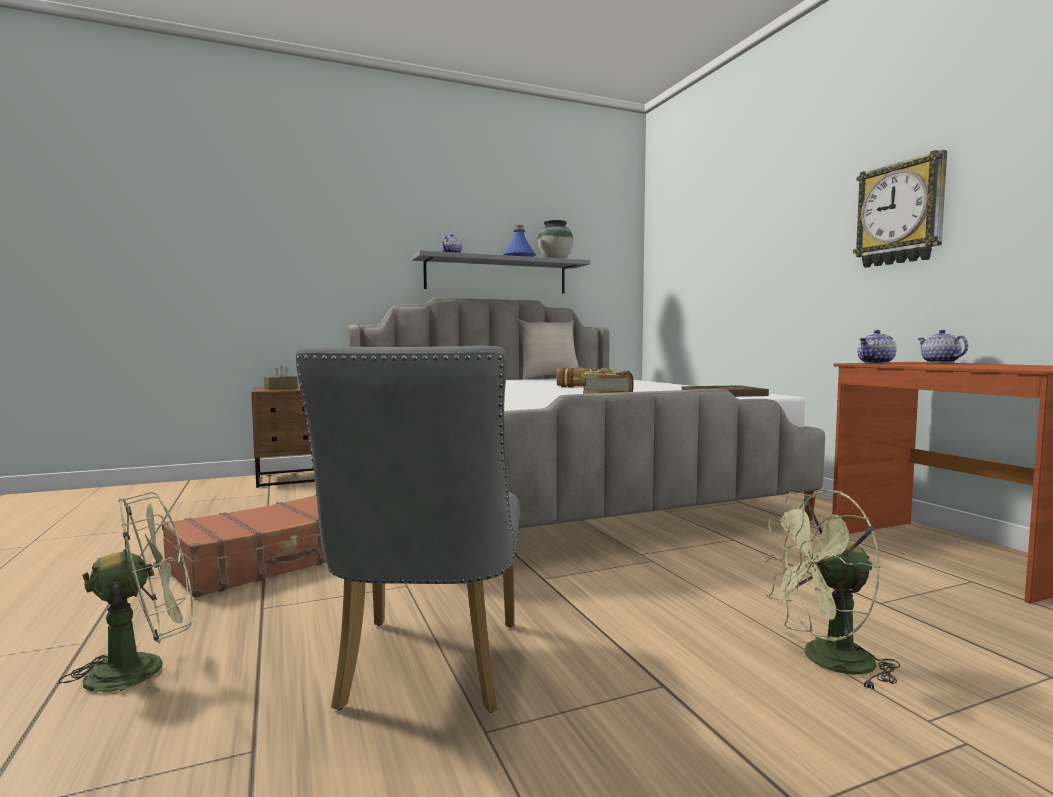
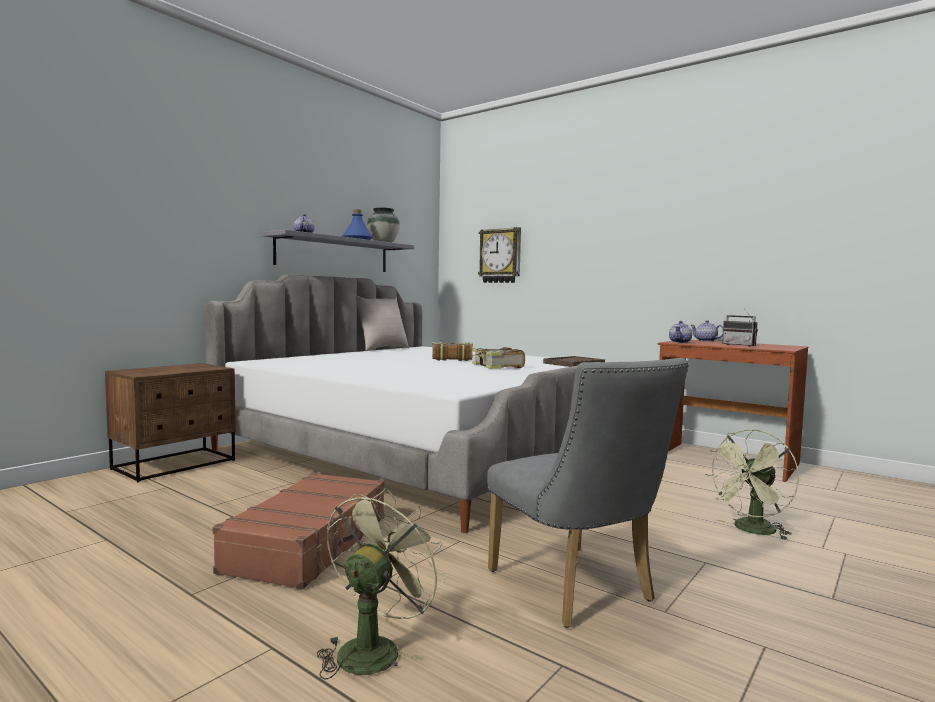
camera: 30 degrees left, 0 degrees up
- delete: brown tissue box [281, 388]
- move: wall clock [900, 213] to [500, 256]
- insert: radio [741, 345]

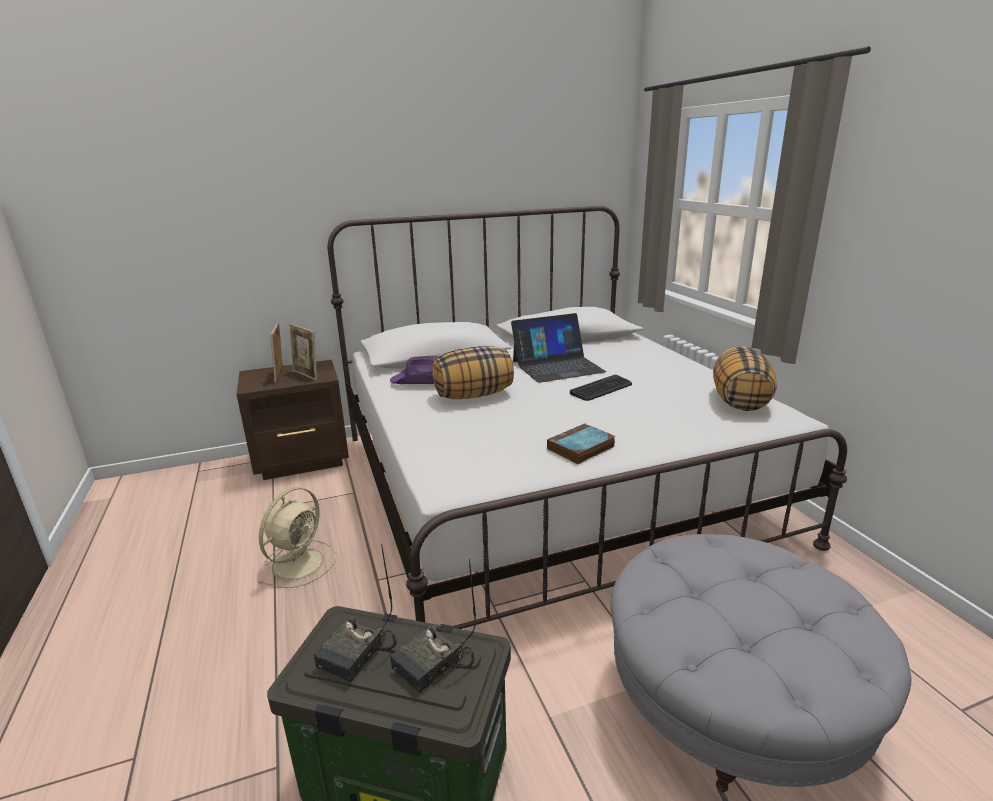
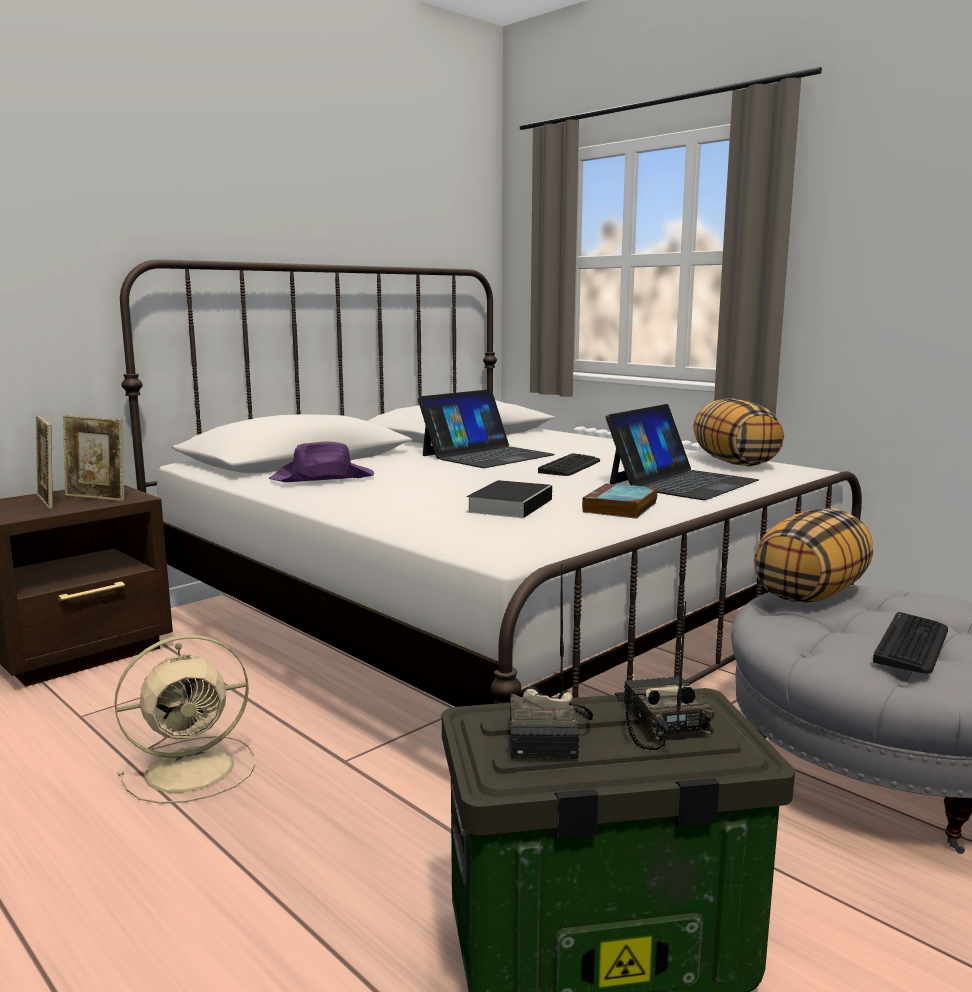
camera: 25 degrees left, 10 degrees down
- rotate: beige fan [299, 562] = [194, 768] 60 degrees clockwise
- rotate: radio [433, 665] = [661, 723] 150 degrees clockwise
- move: pillow [474, 395] to [810, 594]
- insert: book [510, 505]
- insert: laptop [682, 482]
- insert: keyboard [912, 644]

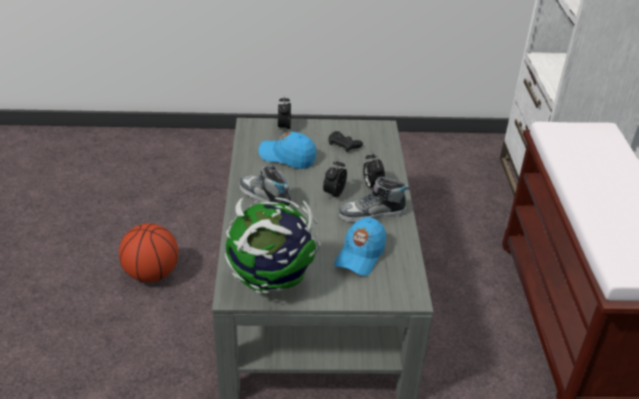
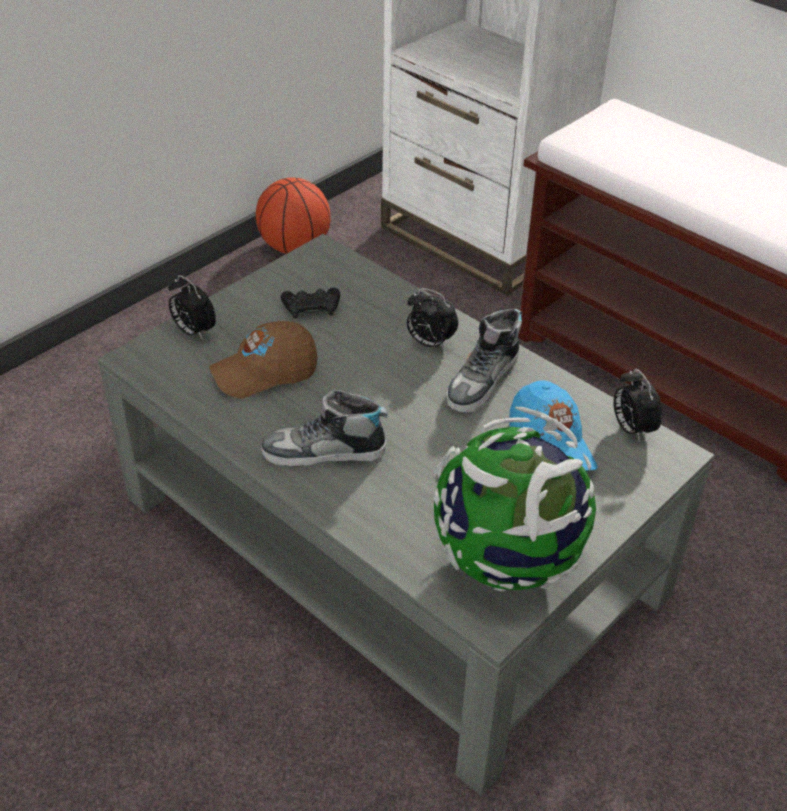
camera: 45 degrees left, 5 degrees up
- move: basketball [151, 274] to [294, 248]
- recolor: blue cap [287, 157] to brown cap [265, 372]
- move: alarm clock [334, 193] to [631, 429]

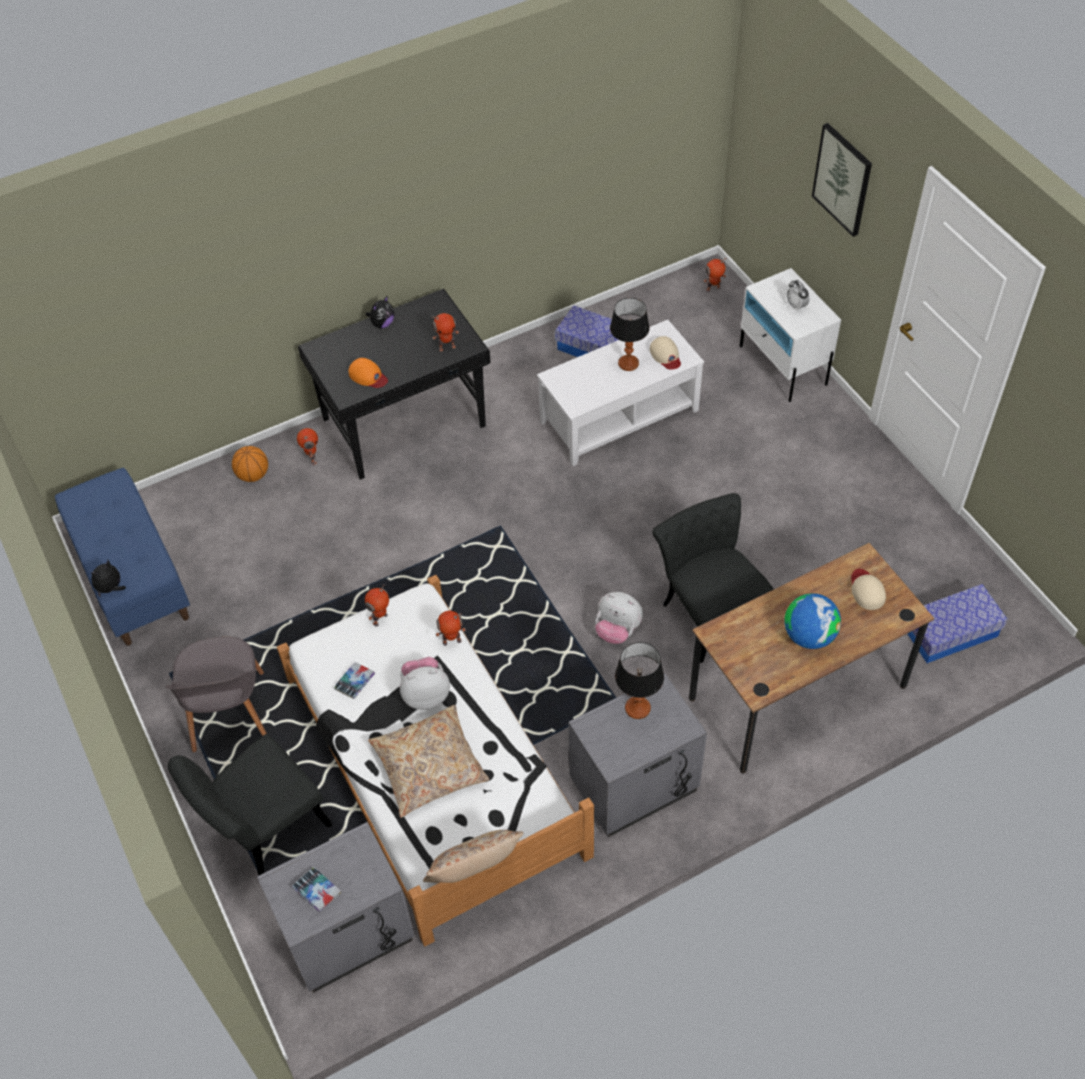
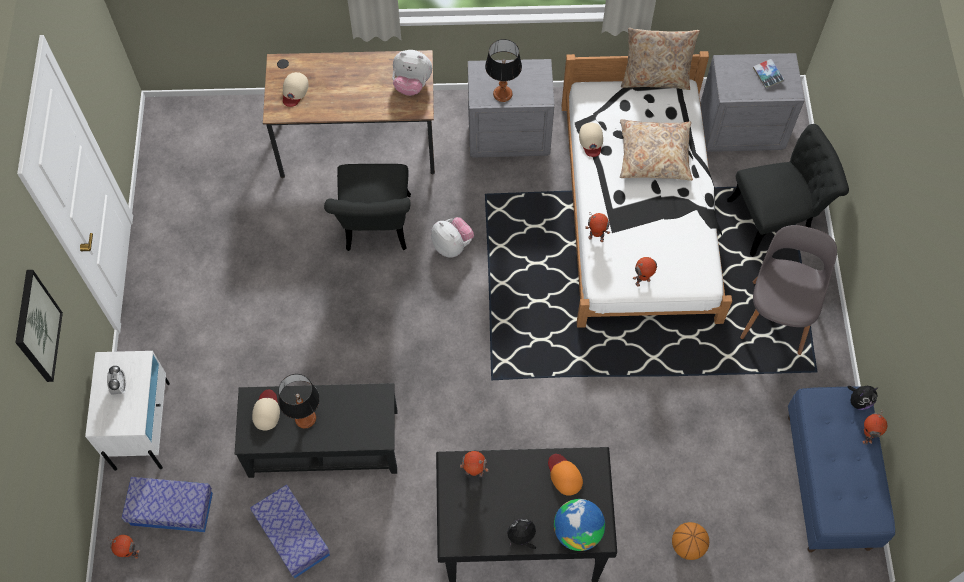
camera: 155 degrees left, 10 degrees up
- move: toy robot [312, 458] to [866, 436]
- delete: book [355, 682]
- move: plush toy [425, 694] to [412, 84]
- recolor: white coffee table [619, 416] to black coffee table [323, 443]
- move: globe [809, 636] to [577, 531]
- move: storage box [950, 632] to [171, 509]
- insert: beige cap [591, 140]

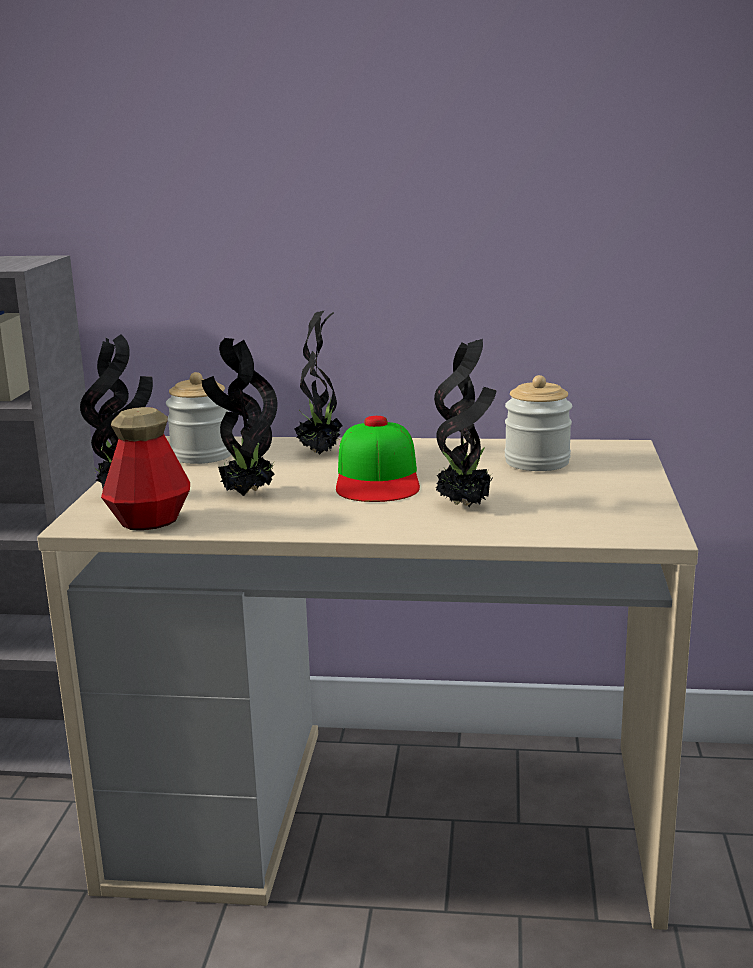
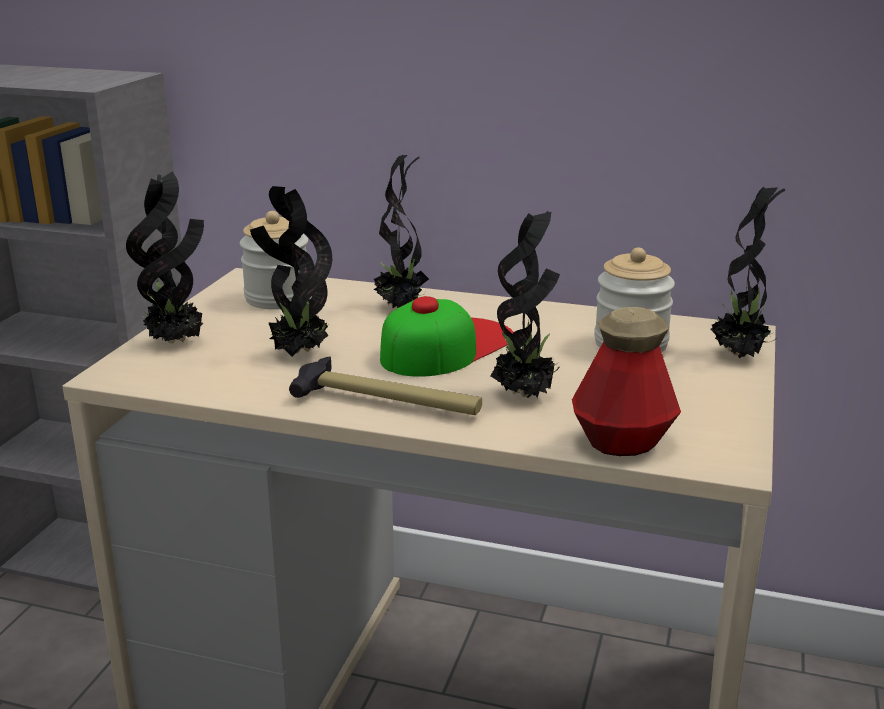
camera: 10 degrees right, 5 degrees up
- move: bottle [149, 521] to [622, 442]
- rotate: cap [378, 477] = [446, 346] 150 degrees counterclockwise
- insert: hammer [388, 402]
- insert: potted plant [739, 355]

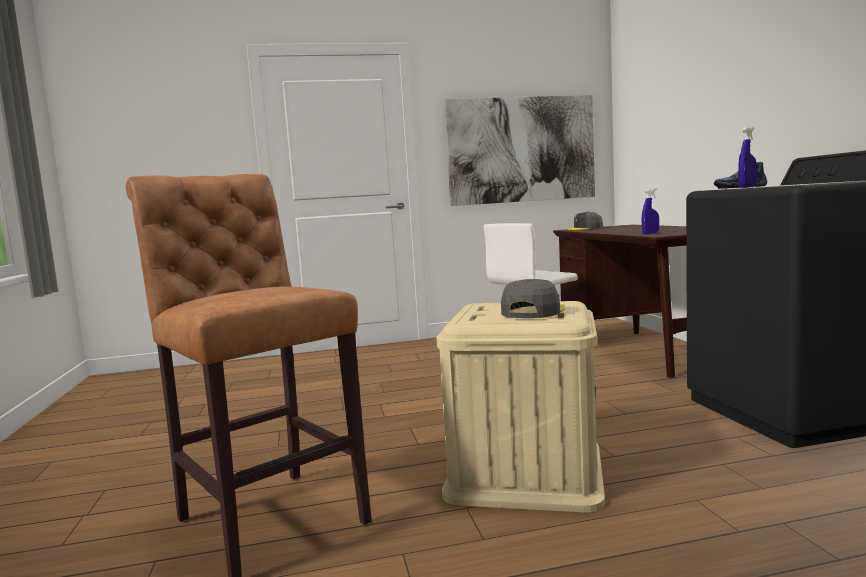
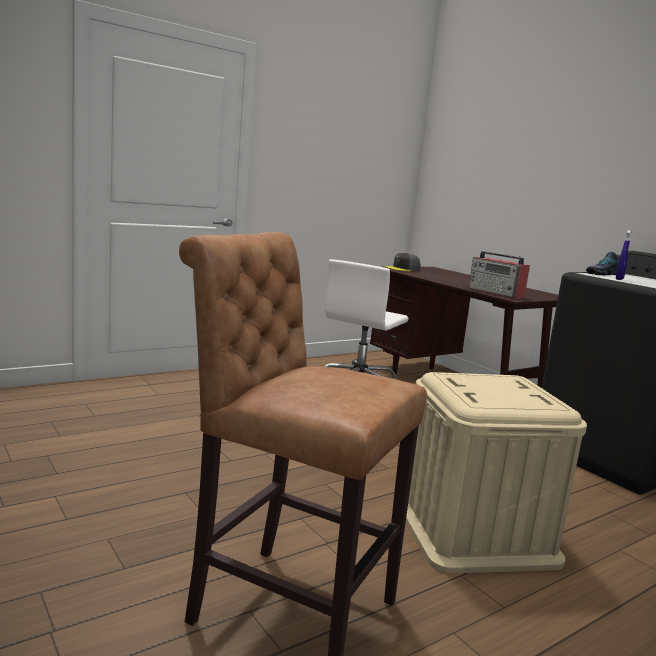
camera: 25 degrees left, 5 degrees up
- delete: picture [521, 150]
- delete: grey cap [532, 311]
- replace: blue spray bottle [650, 233] to radio [496, 293]

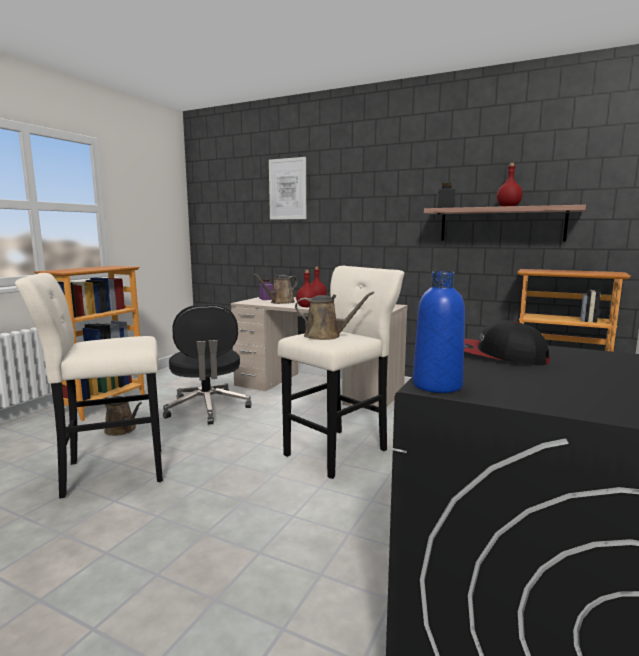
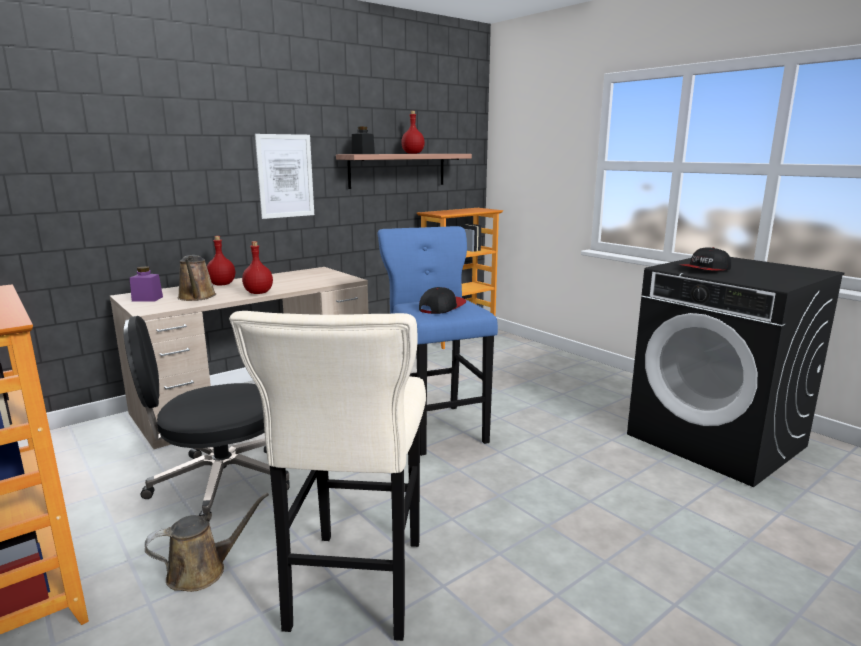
camera: 65 degrees left, 5 degrees up
- rotate: black office chair [207, 408] = [218, 483] 150 degrees clockwise
- move: picture [287, 189] to [285, 176]
- recolor: beige stool [339, 451] to blue stool [437, 427]
- replace: brown watering can [326, 336] to cap [442, 307]
- delete: blue bottle [437, 385]

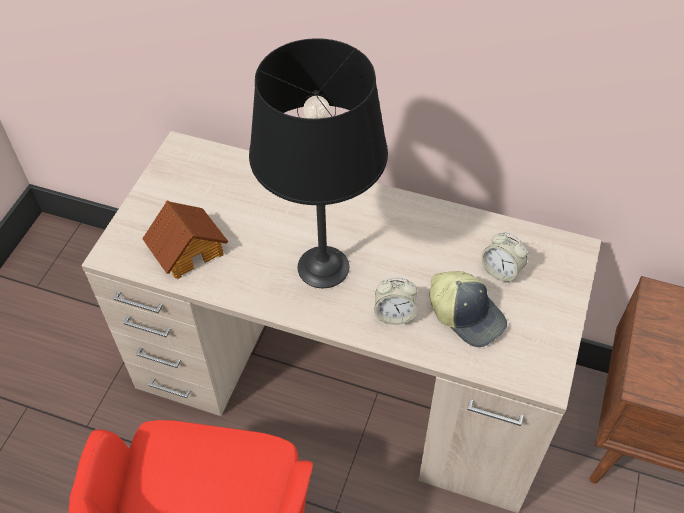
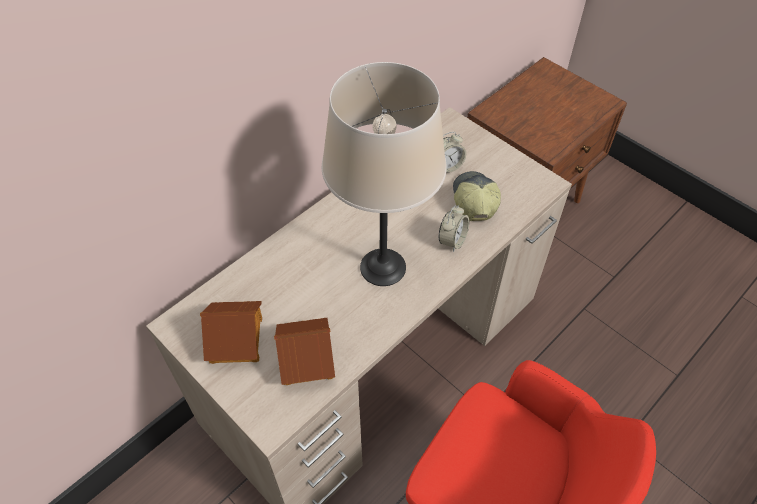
camera: 65 degrees left, 0 degrees up
- recolor: black table lamp [324, 267] to beige table lamp [383, 267]
- rotate: cap [466, 314] = [474, 200] 75 degrees counterclockwise
- insert: toy house [237, 339]

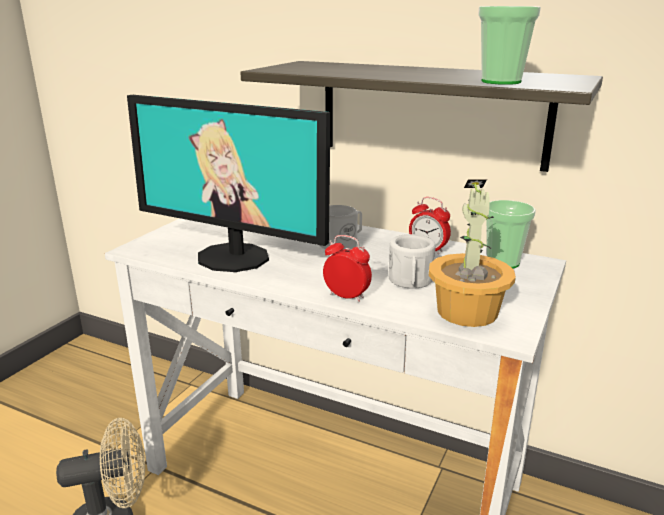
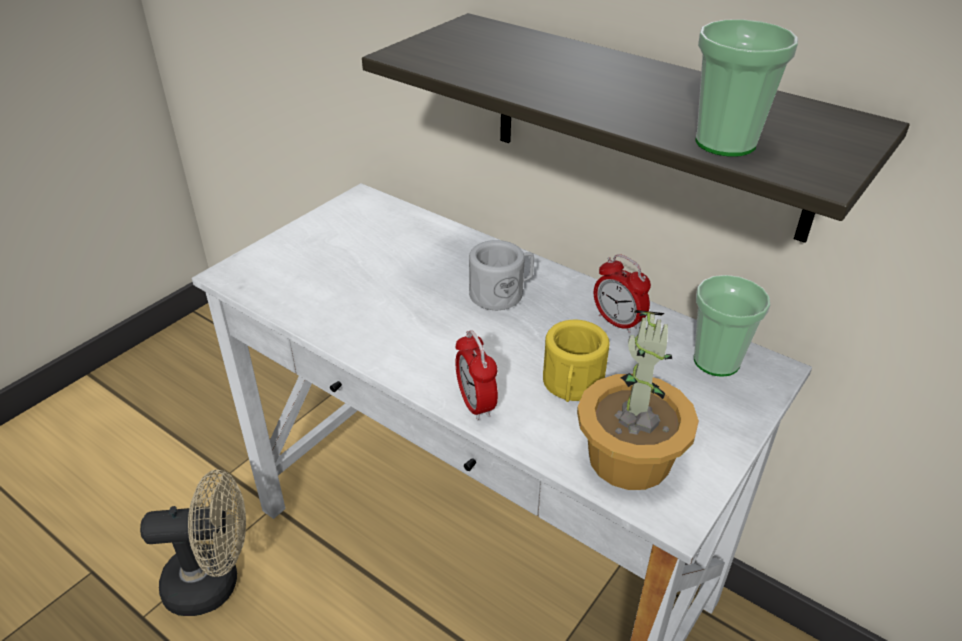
camera: 10 degrees right, 15 degrees up
- delete: monitor [234, 257]
- rotate: alarm clock [346, 296] = [475, 404] 150 degrees counterclockwise
- recolor: white mug [410, 282] to yellow mug [571, 386]

